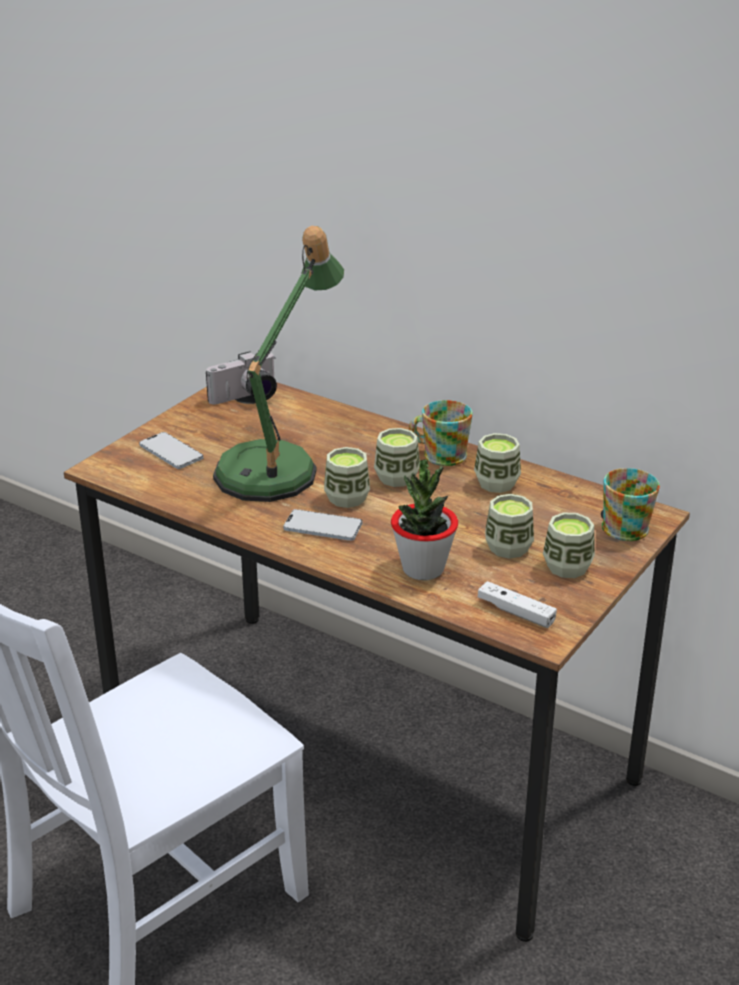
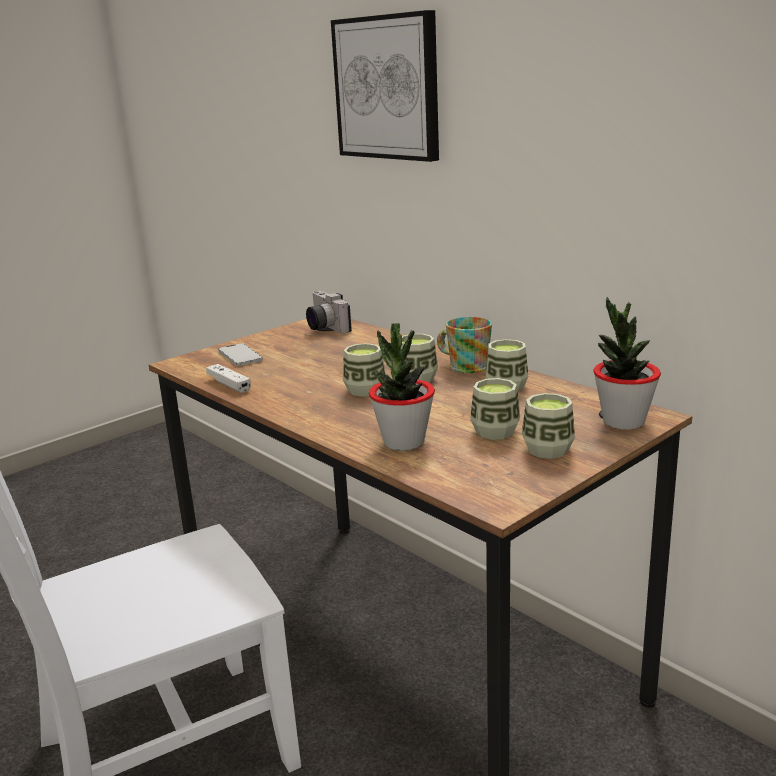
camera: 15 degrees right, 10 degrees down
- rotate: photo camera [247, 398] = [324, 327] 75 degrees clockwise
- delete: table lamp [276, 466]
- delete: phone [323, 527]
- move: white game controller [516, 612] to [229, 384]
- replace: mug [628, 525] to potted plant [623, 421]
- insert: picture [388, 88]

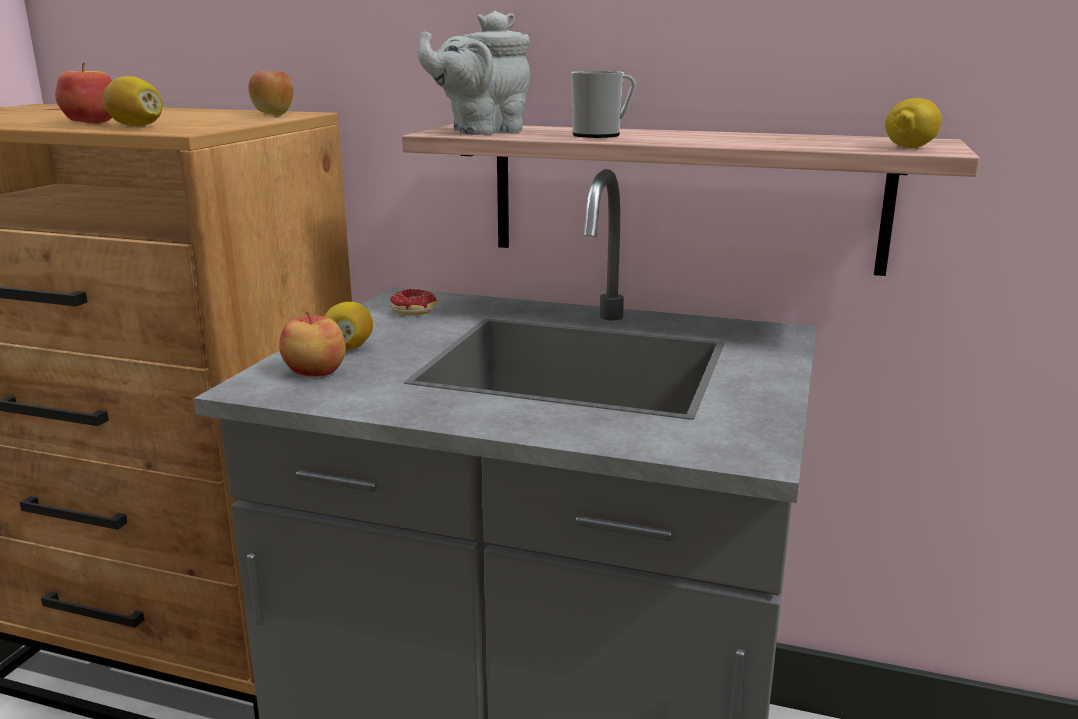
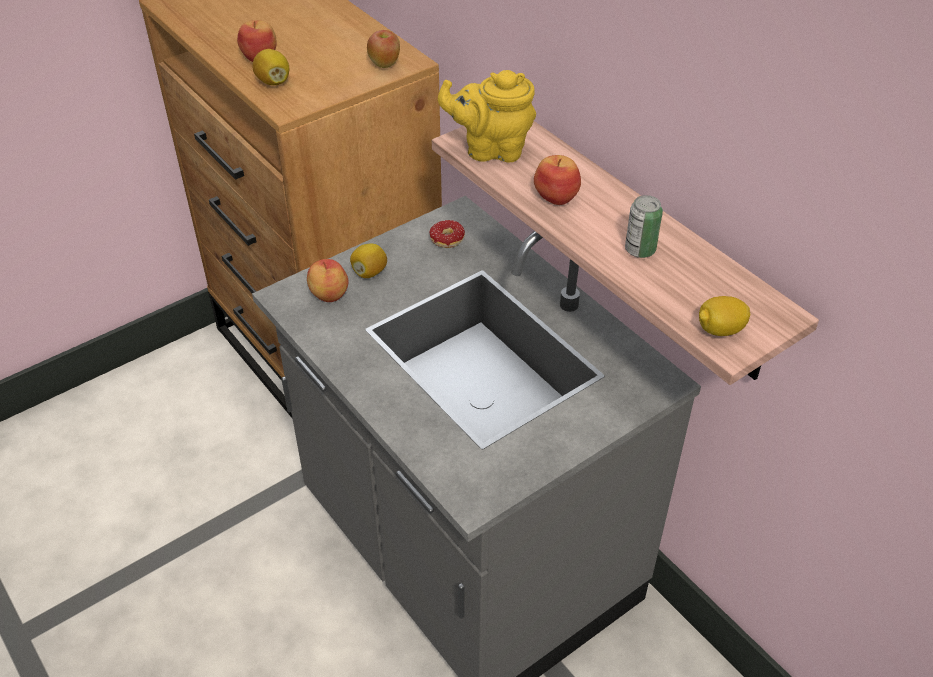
camera: 35 degrees right, 25 degrees up
- recolor: grey teapot [481, 131] to yellow teapot [491, 149]
- replace: mug [602, 135] to apple [556, 196]
- insert: can [640, 250]

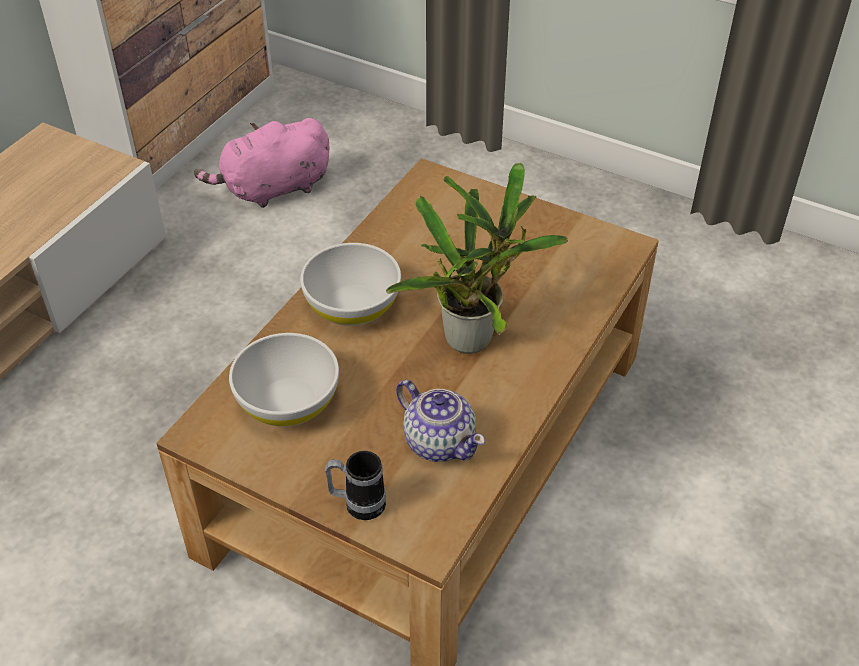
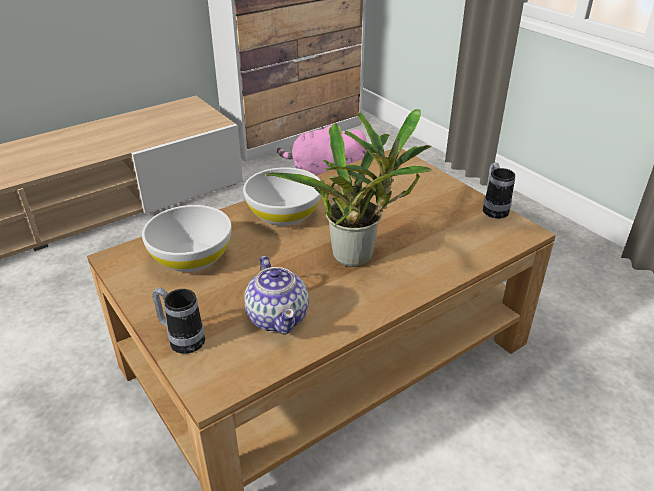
camera: 25 degrees right, 10 degrees down
- insert: mug [493, 209]

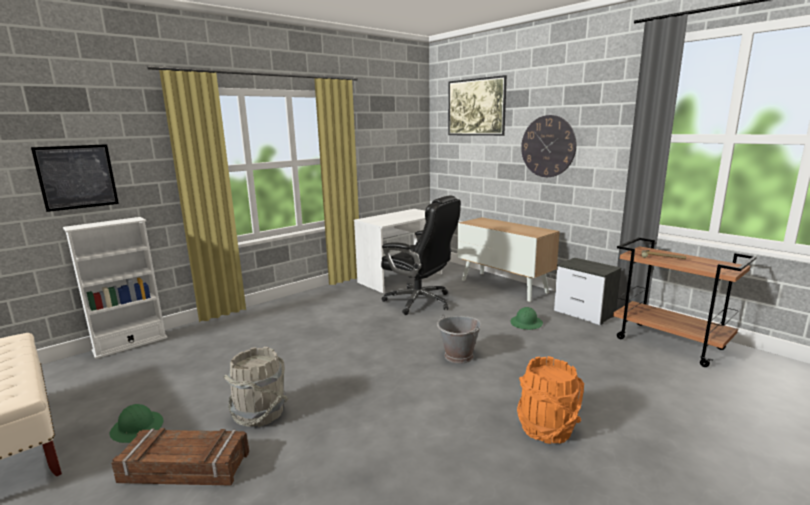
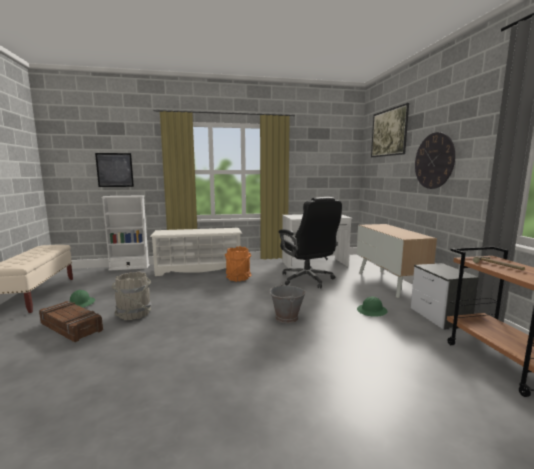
camera: 30 degrees right, 5 degrees down
- move: orange bucket [547, 428] to [238, 278]
- insert: white shoe rack [199, 269]

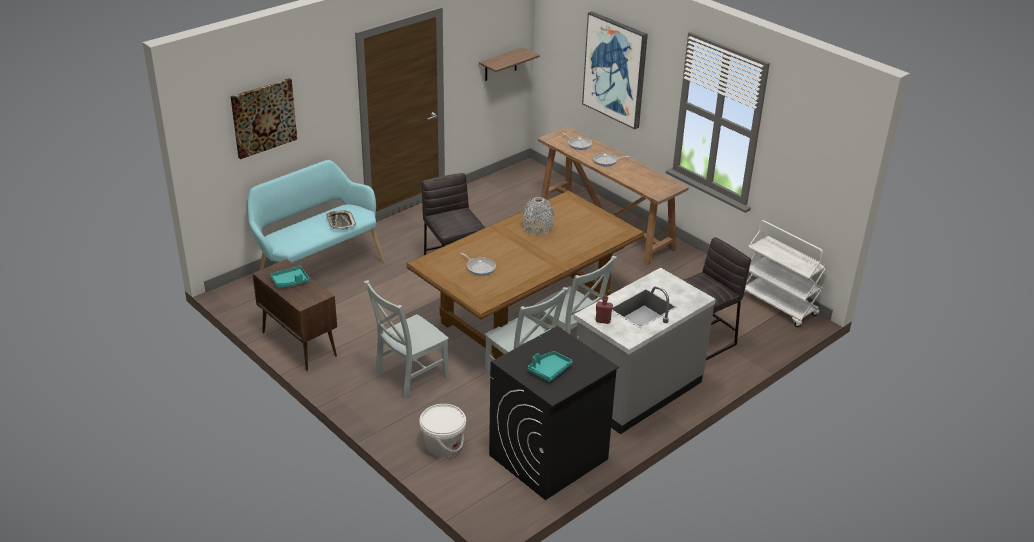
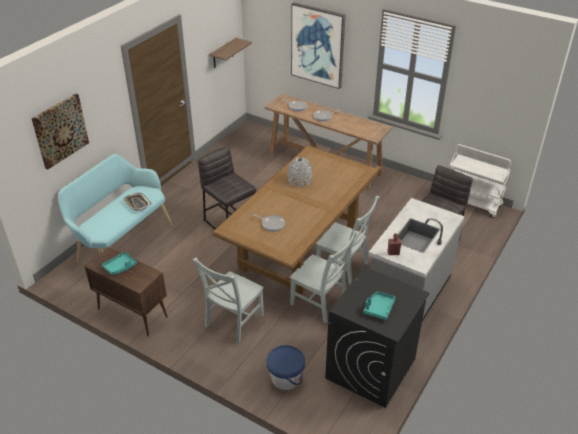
camera: 15 degrees left, 5 degrees up
- recolor: white bucket [443, 445] to blue bucket [285, 378]

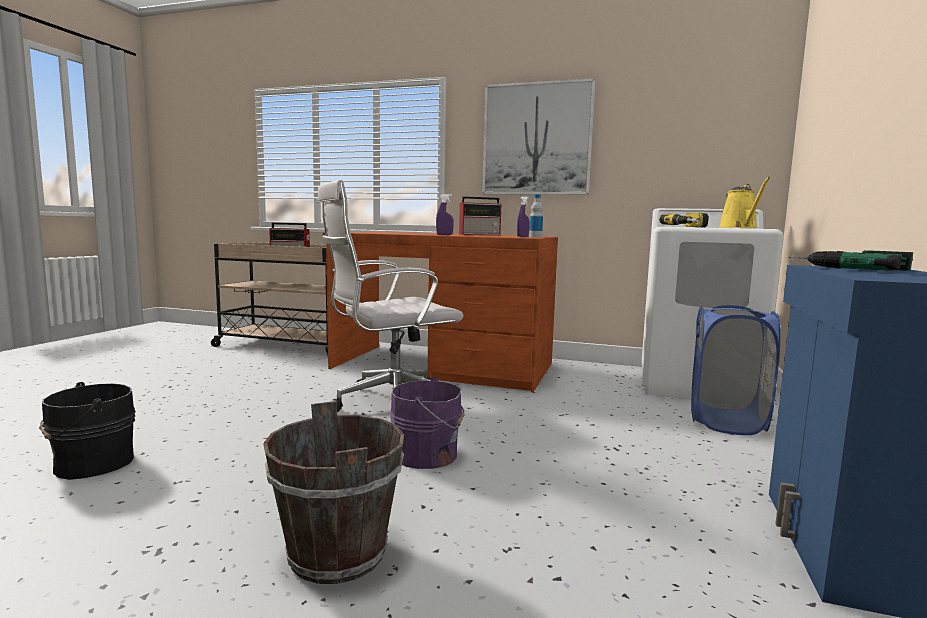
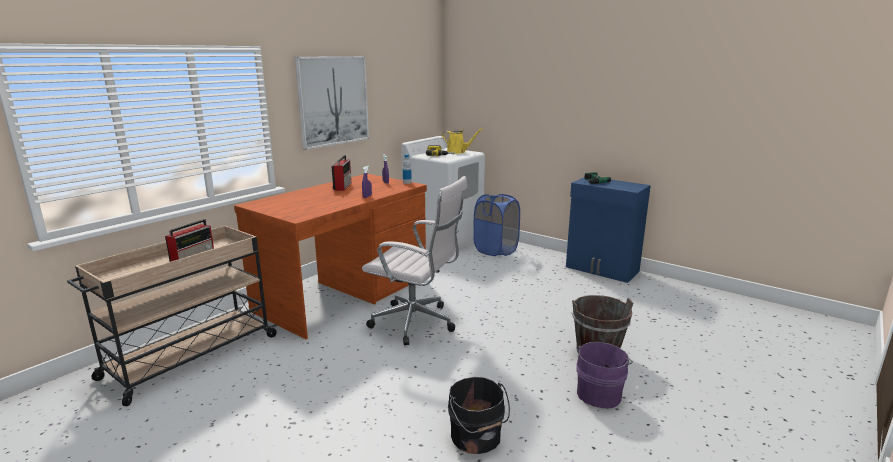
camera: 70 degrees left, 10 degrees up
- rotate: white office chair [388, 403] = [417, 324] 60 degrees counterclockwise
- move: purple bucket [429, 455] to [599, 393]

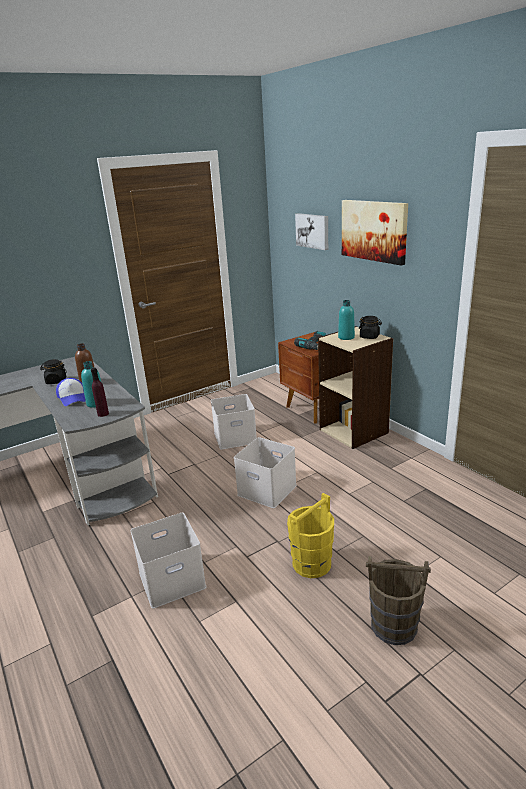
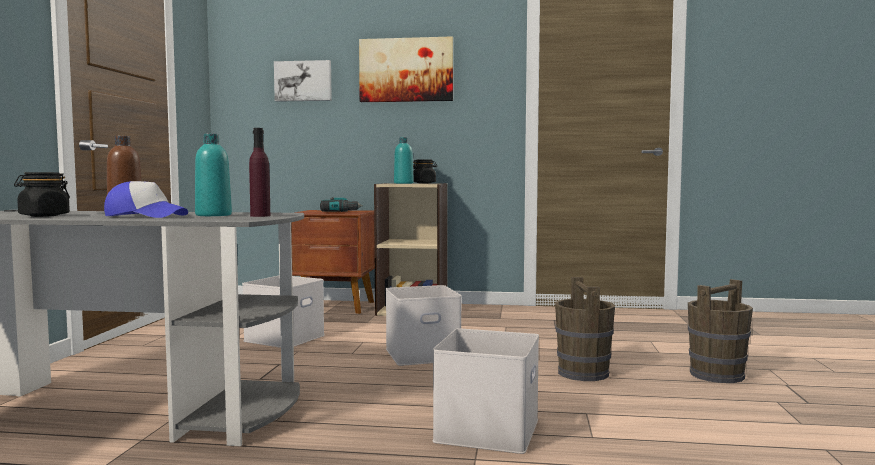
camera: 50 degrees left, 20 degrees down
- recolor: yellow bucket [312, 563] to brown bucket [583, 373]

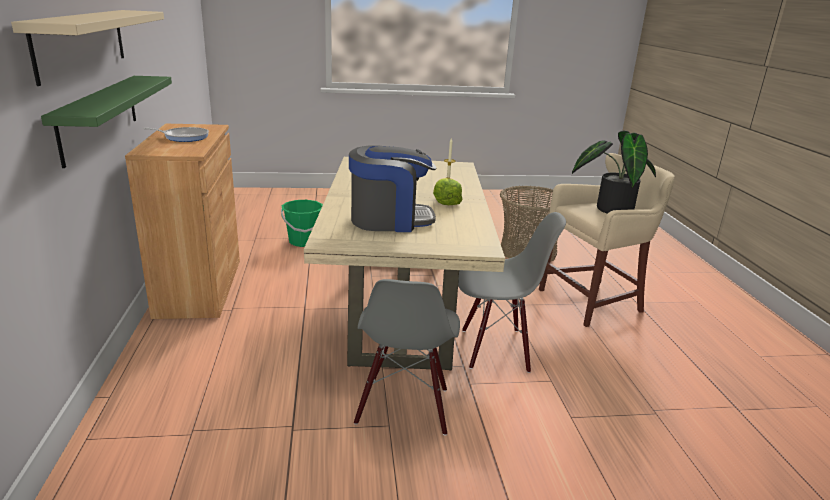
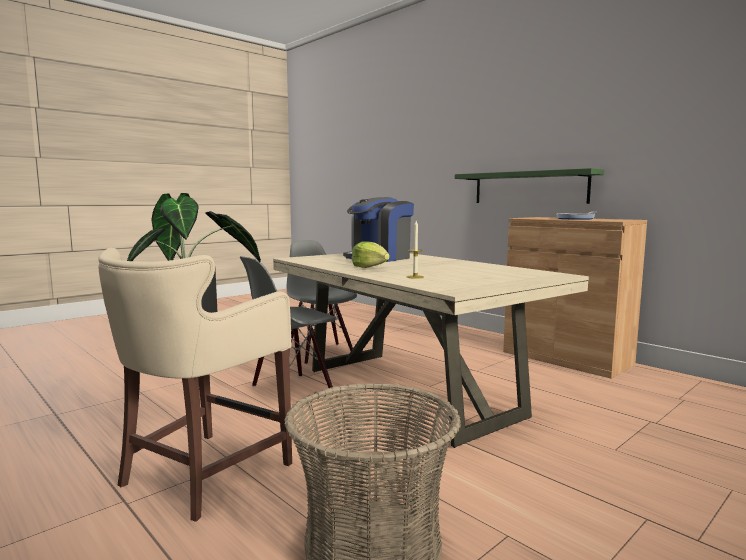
camera: 145 degrees right, 15 degrees down
- delete: beige shelf [82, 42]
- delete: green bucket [303, 241]

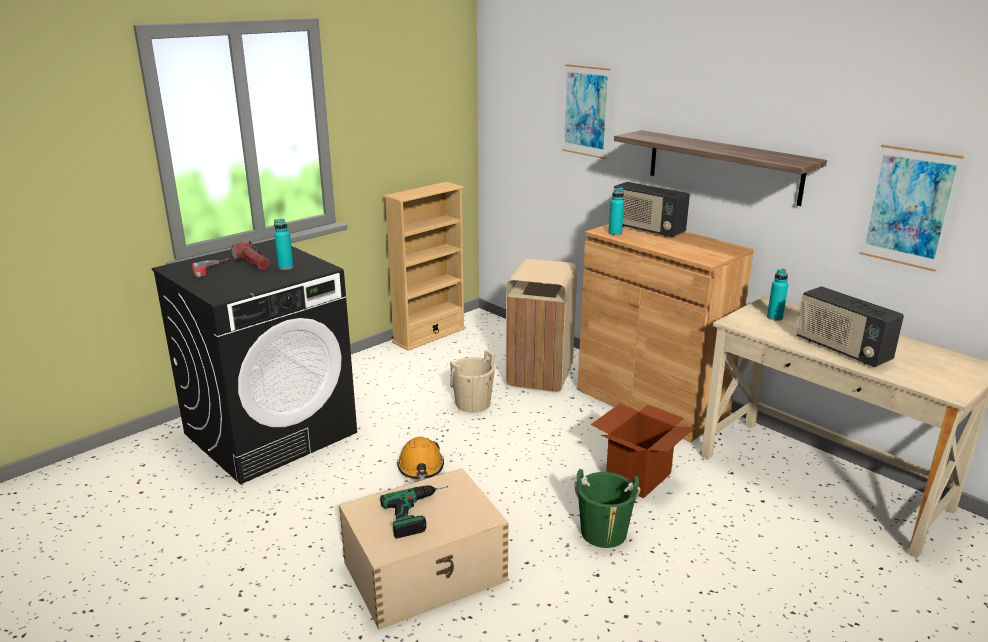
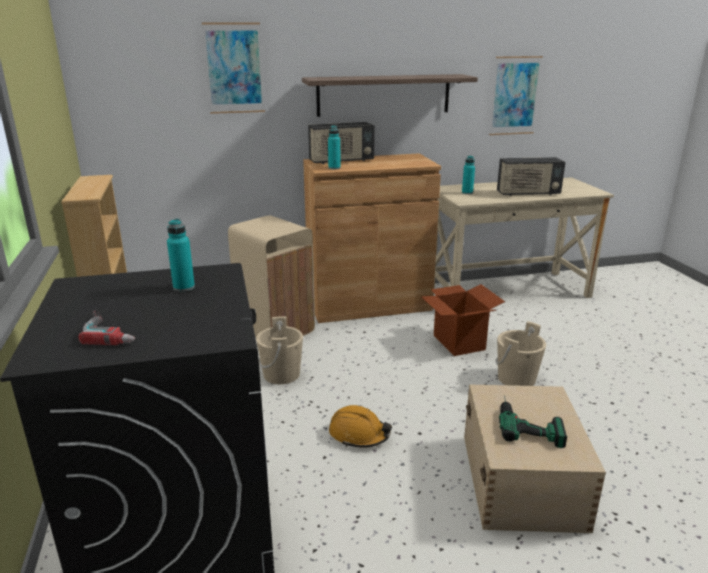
camera: 60 degrees left, 0 degrees up
- delete: flashlight [252, 263]
- recolor: green bucket [603, 533] to beige bucket [516, 379]

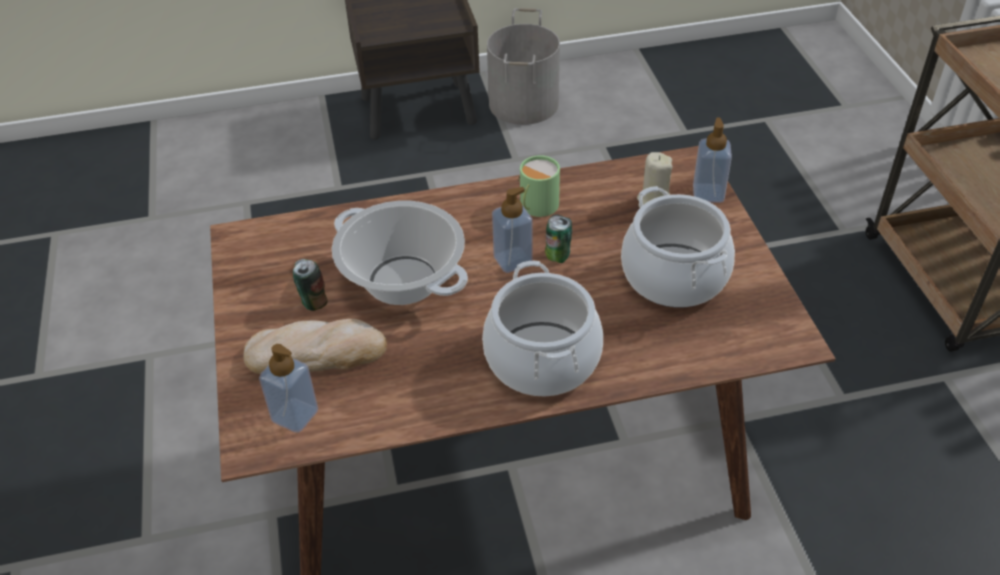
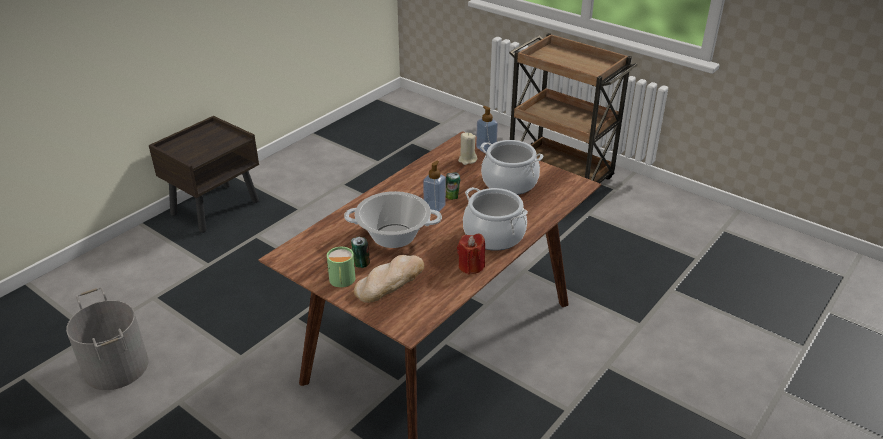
camera: 40 degrees left, 10 degrees down
- delete: soap dispenser [295, 415]
- move: grey bucket [524, 103] to [117, 366]
- move: green mug [536, 206] to [341, 281]
- insert: red candle [471, 266]

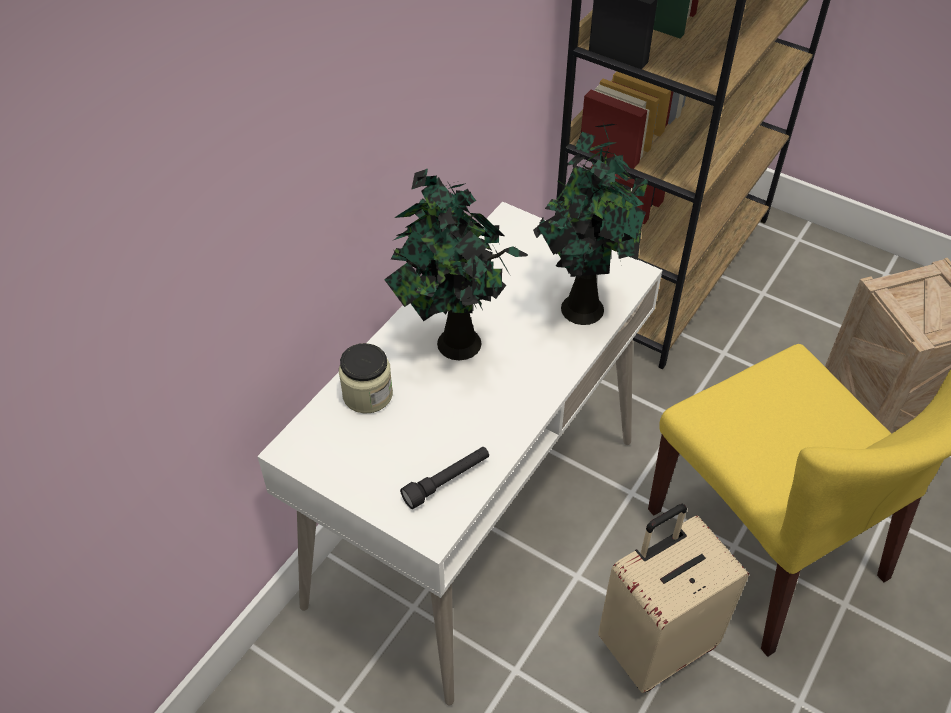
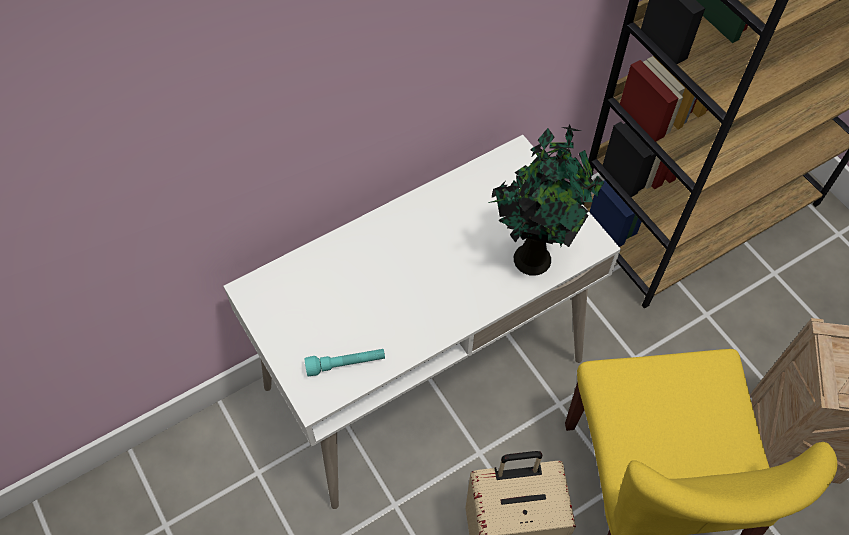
camera: 25 degrees right, 10 degrees up
- delete: jar [367, 394]
- delete: potted plant [454, 344]
- recolor: black flashlight [447, 481] to turquoise flashlight [346, 364]

